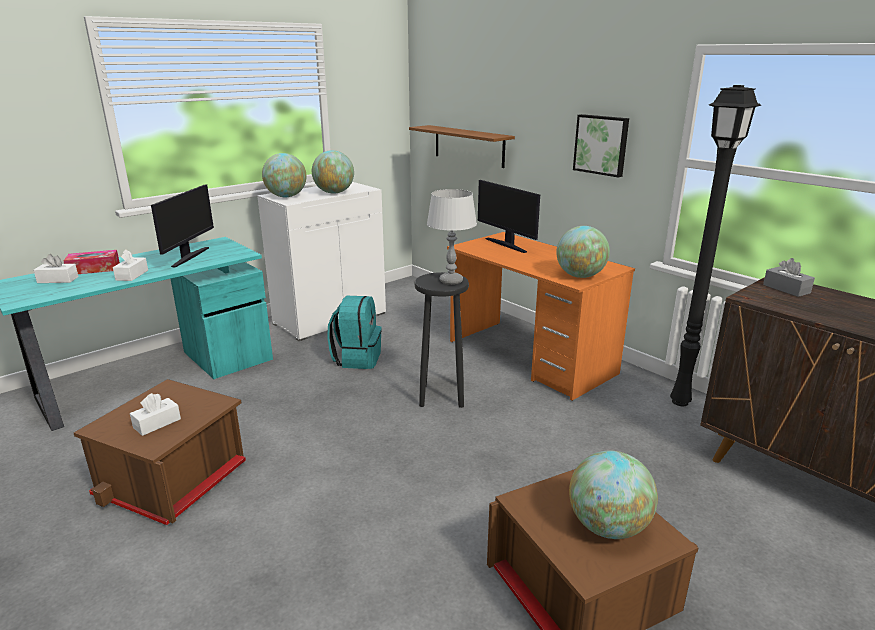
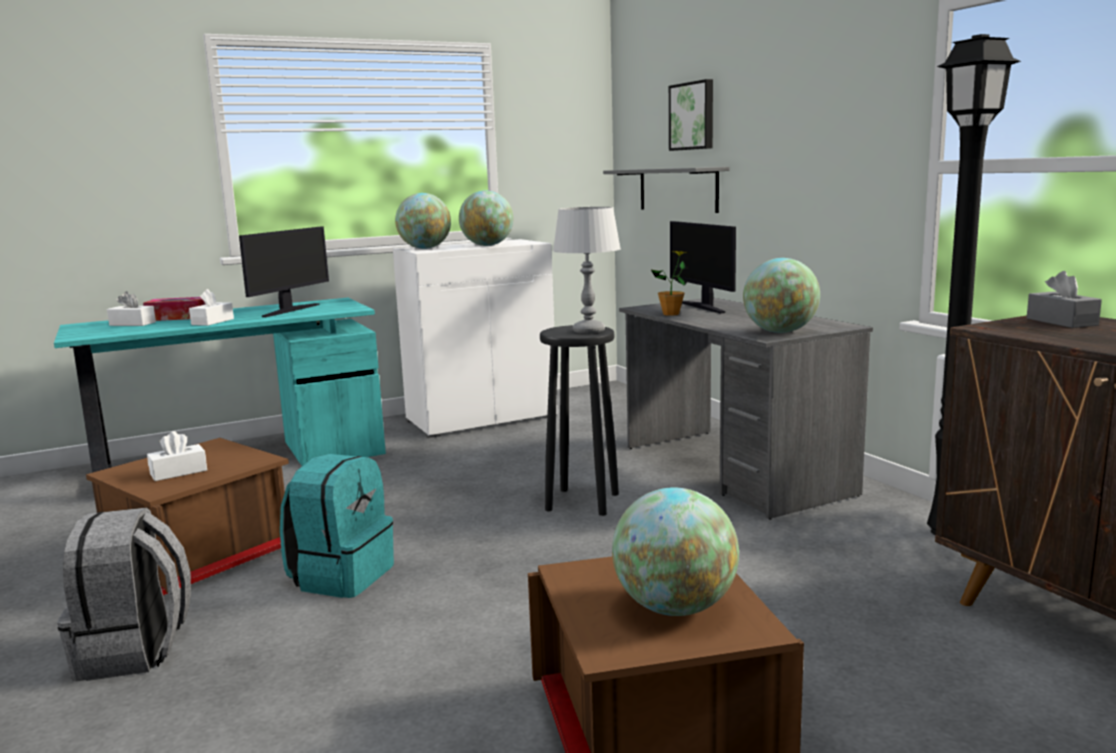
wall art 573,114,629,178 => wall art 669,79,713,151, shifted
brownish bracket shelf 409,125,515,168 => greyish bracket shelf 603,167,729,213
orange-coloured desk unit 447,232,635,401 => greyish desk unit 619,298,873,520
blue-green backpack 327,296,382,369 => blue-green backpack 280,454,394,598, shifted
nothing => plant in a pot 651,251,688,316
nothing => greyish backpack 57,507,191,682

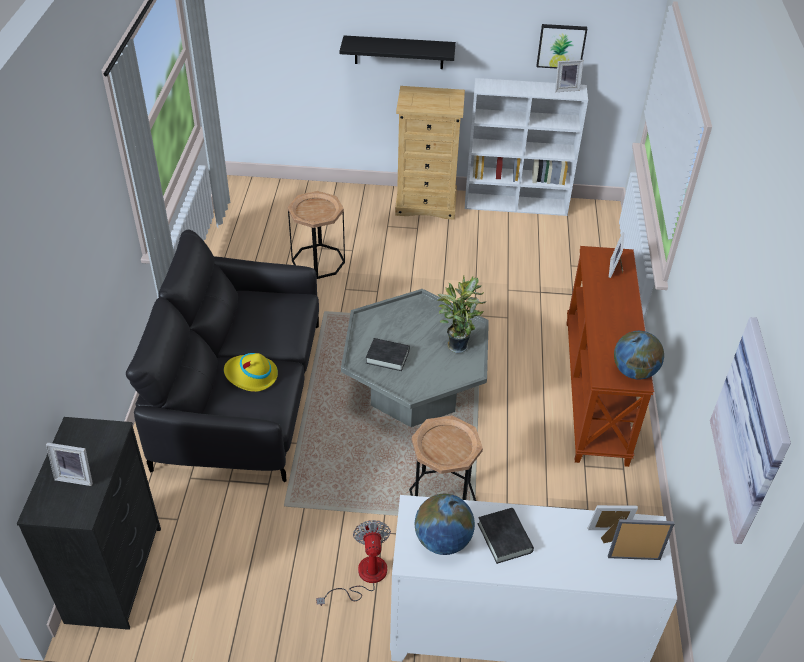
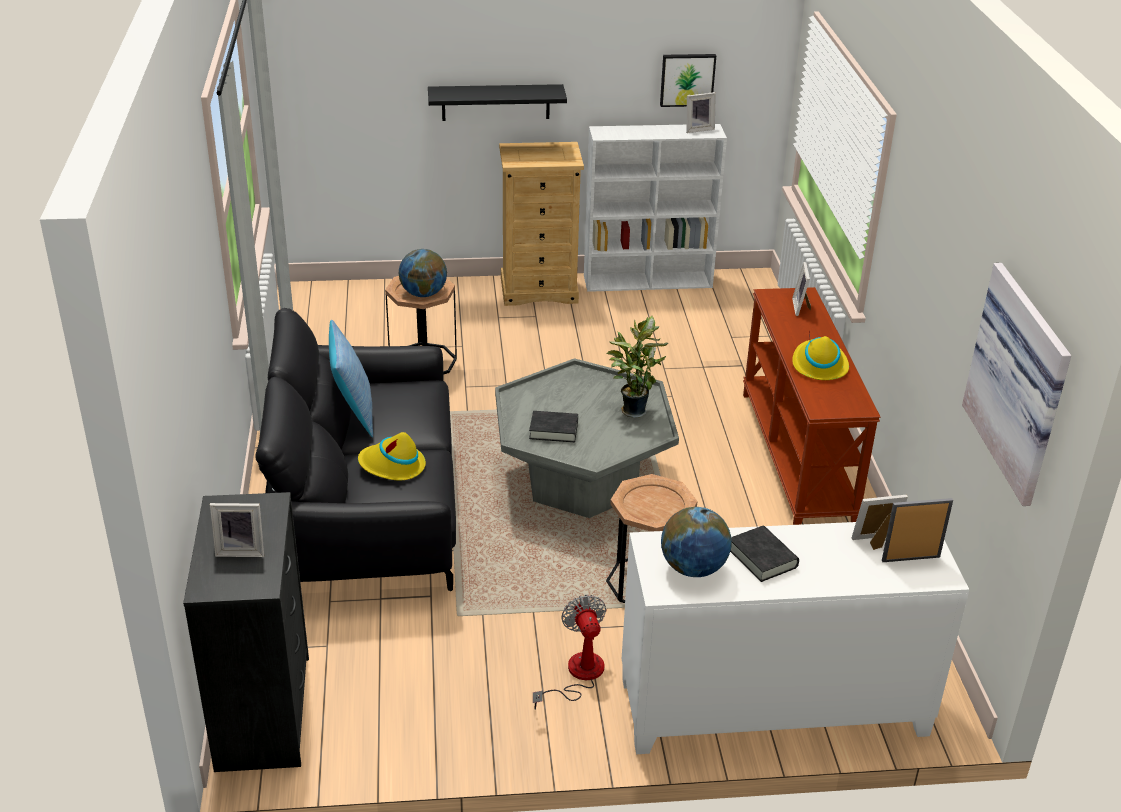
desk globe 614,331,664,380 => desk globe 399,249,447,297, shifted
nothing => cushion 329,320,373,438
nothing => yellow clothing hat 792,331,849,380

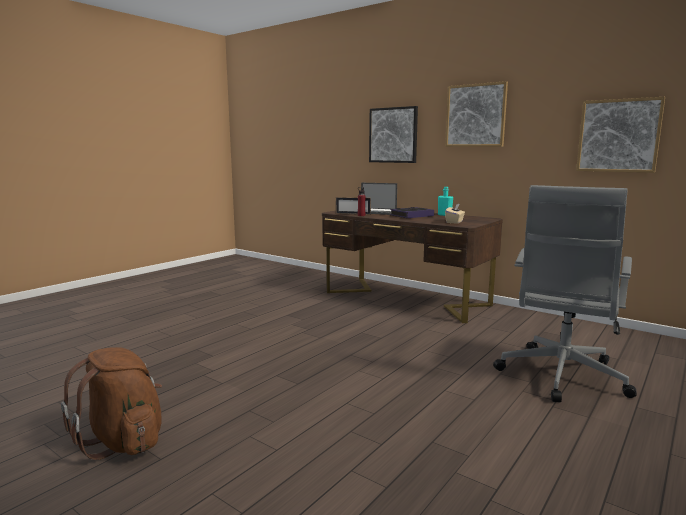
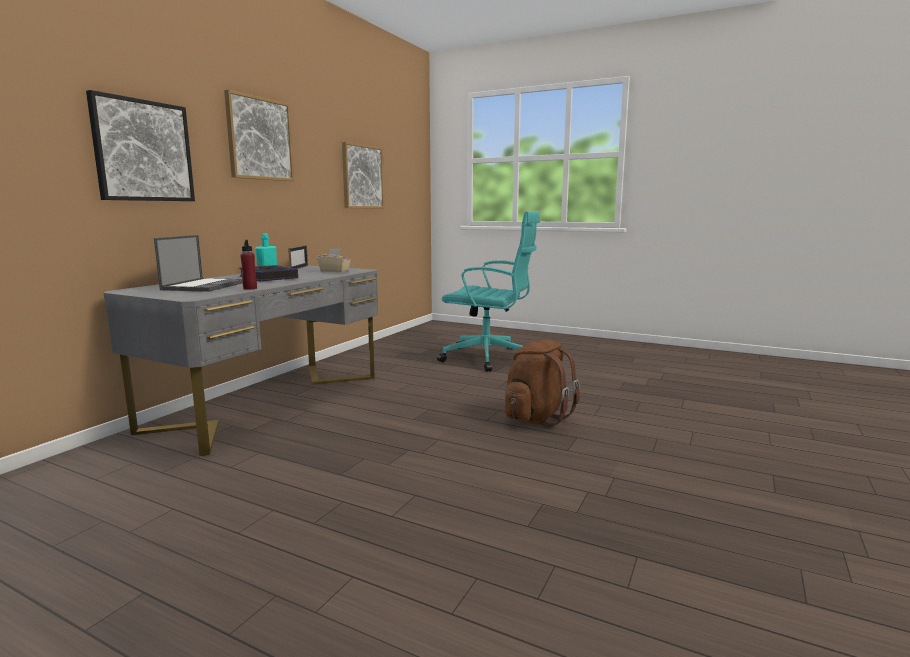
greyish desk chair 493,185,637,402 => blue-green desk chair 437,211,540,372
photo frame 336,197,371,215 => photo frame 288,245,308,269, shifted
brownish desk unit 322,211,503,323 => greyish desk unit 103,266,378,456
brownish backpack 61,347,162,460 => brownish backpack 505,340,580,427, shifted

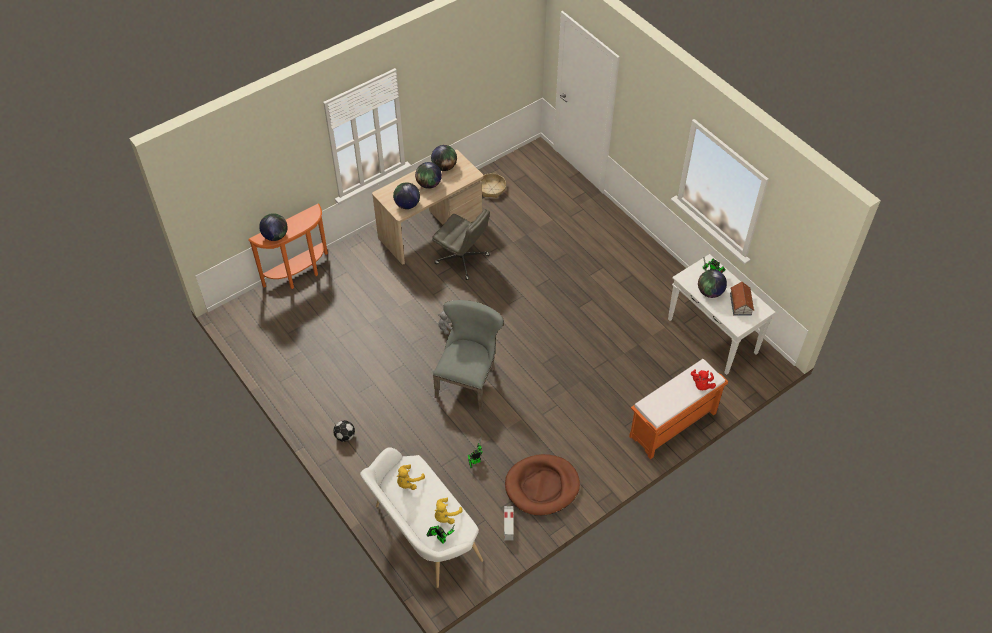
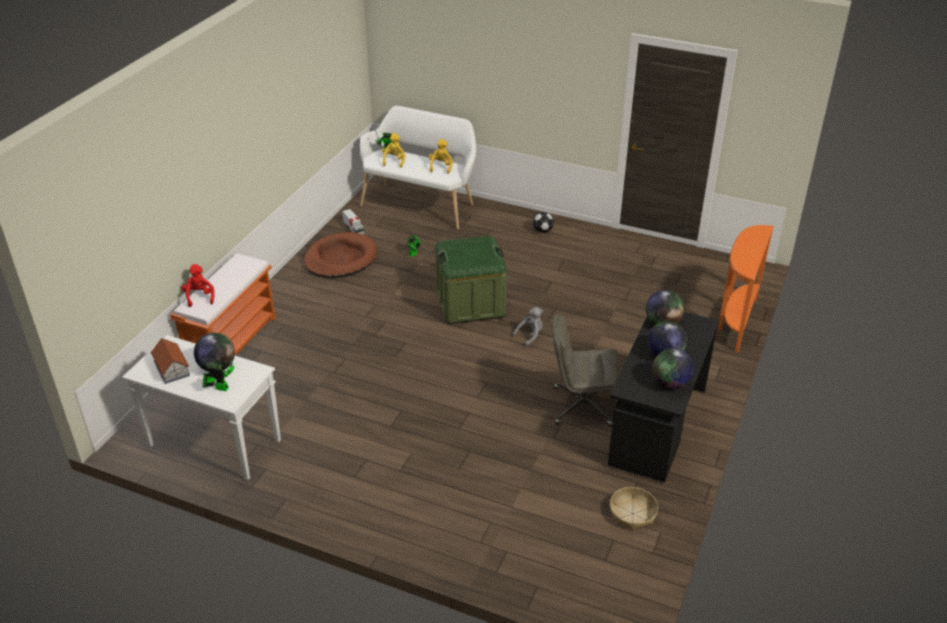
beige-coloured desk unit 372,150,483,264 => black desk unit 608,312,718,483
desk globe 259,213,288,241 => nothing
greyish plain chair 433,300,504,412 => green storage container 435,236,507,324

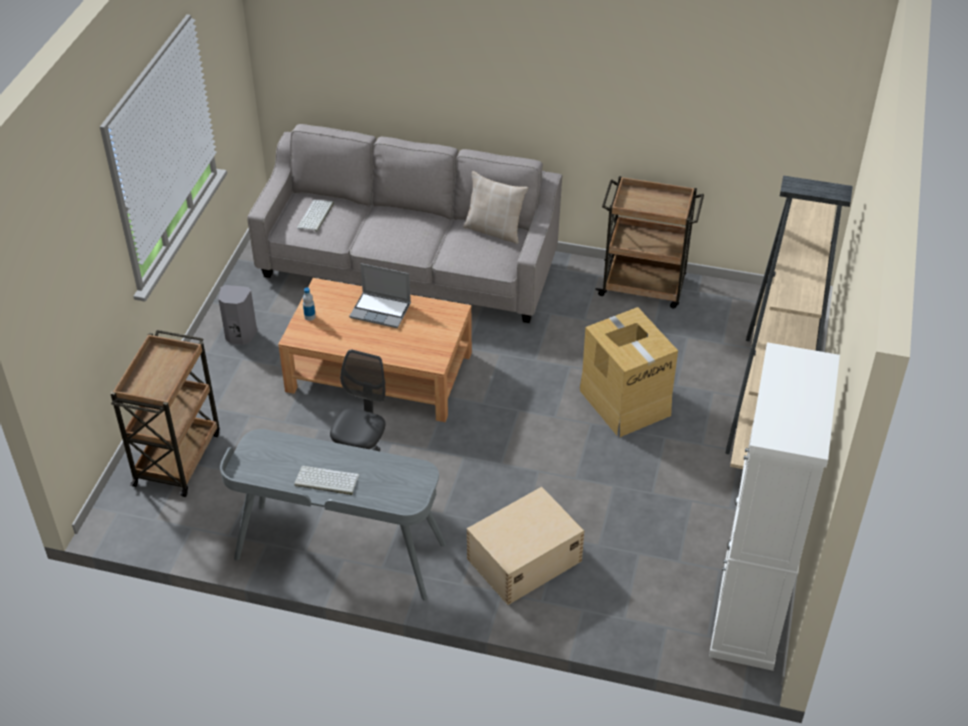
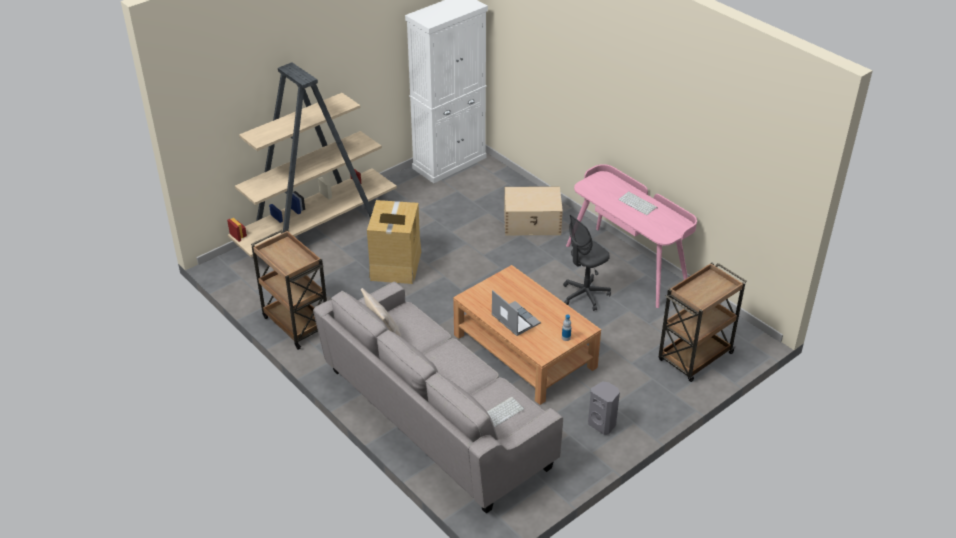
greyish desk unit 220,429,446,601 => pinkish desk unit 566,164,697,308

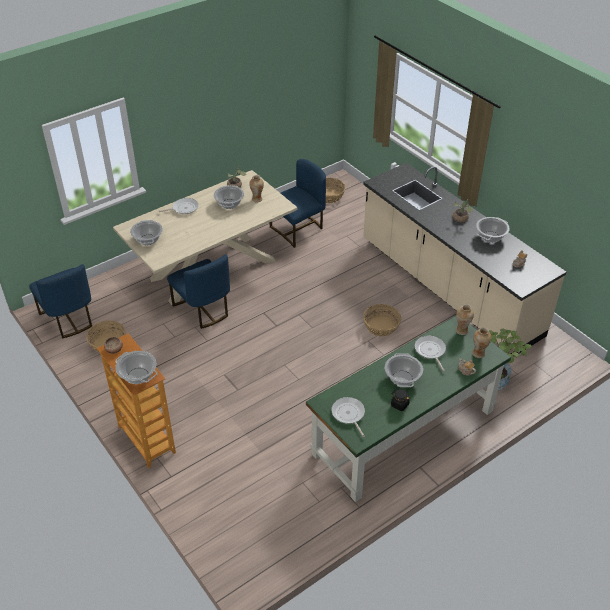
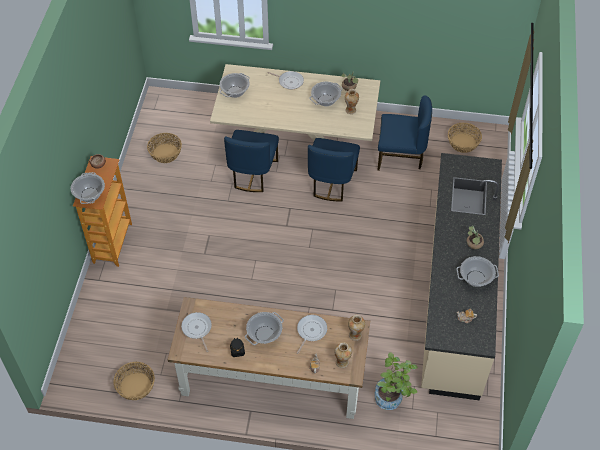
blue plain chair 29,264,92,339 => blue plain chair 308,138,360,201, shifted
storage basket 363,304,401,337 => storage basket 113,362,155,400, shifted
green desk unit 306,316,511,502 => brownish desk unit 168,297,370,419
pan 331,397,365,438 => pan 181,312,212,352, 45 degrees counterclockwise

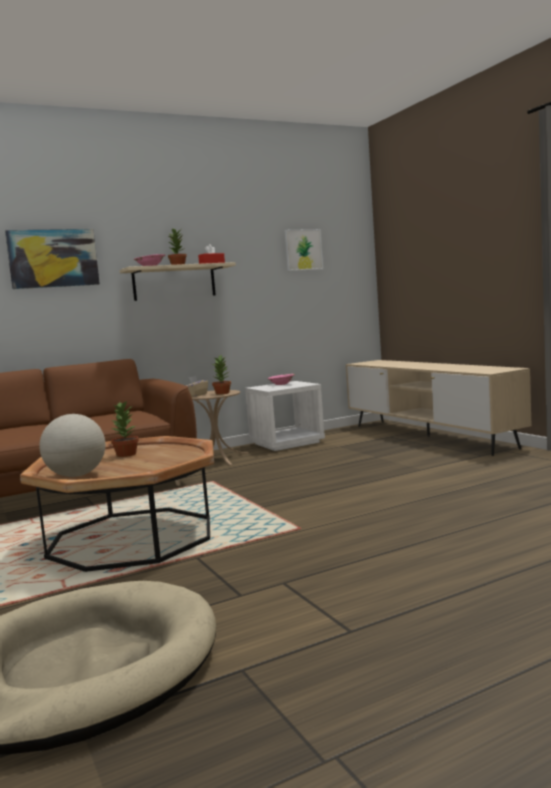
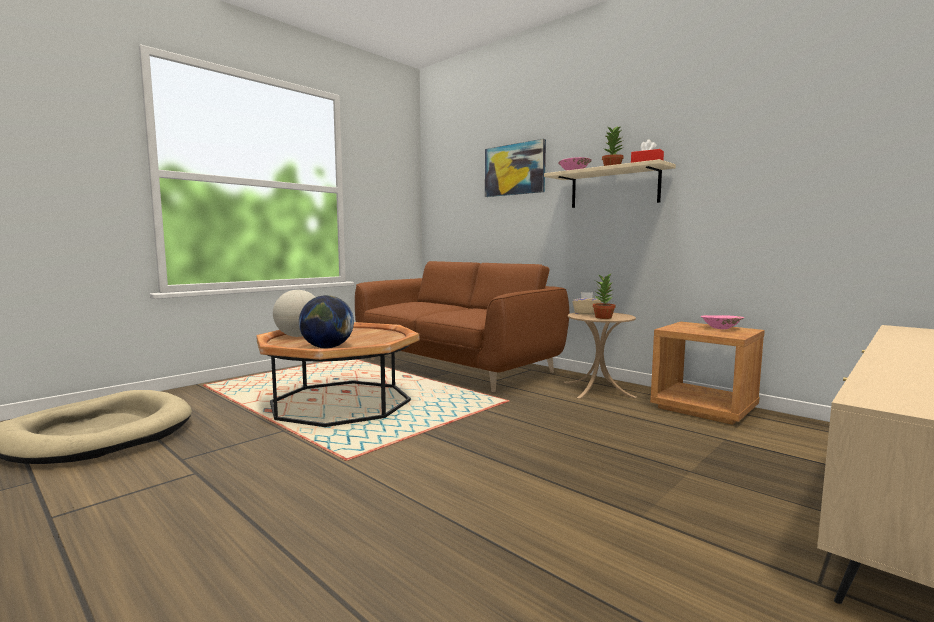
wall art 284,229,323,271 => nothing
white-coloured bedside table 245,381,325,451 => brownish bedside table 650,322,765,425
plant in a pot 111,400,139,457 => nothing
nothing => desk globe 299,295,354,348

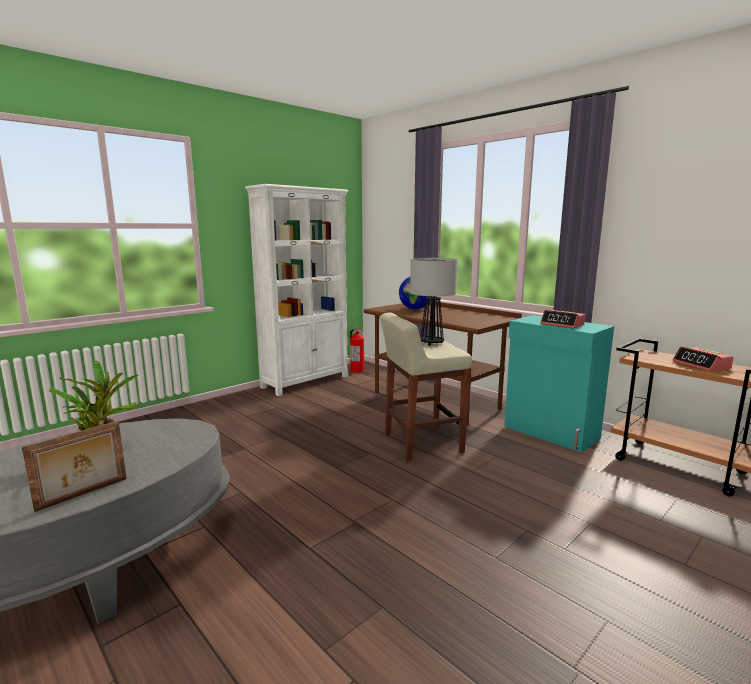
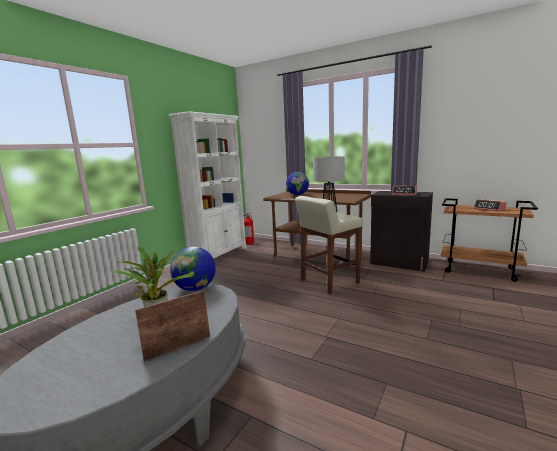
blue-green cabinet 504,315,614,452 => black cabinet 370,191,433,272
photo frame 22,421,127,512 => photo frame 135,290,210,361, 150 degrees counterclockwise
nothing => desk globe 170,247,216,291

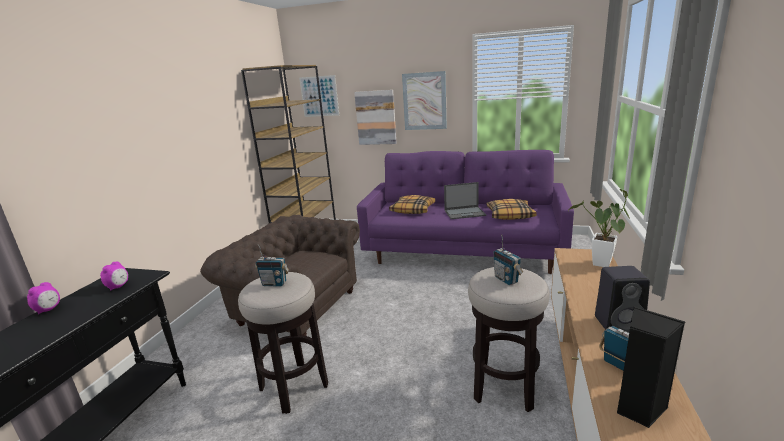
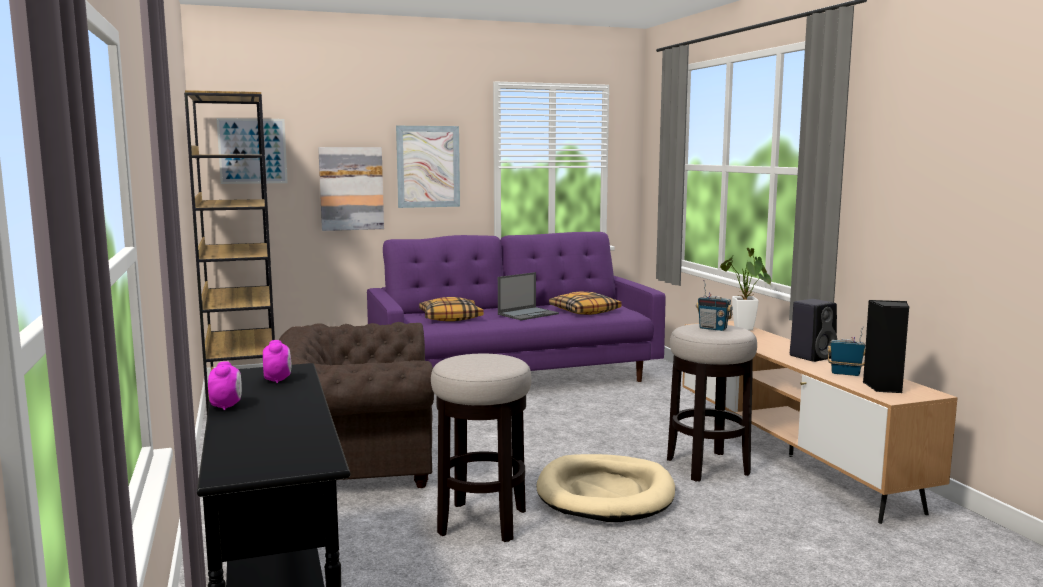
radio receiver 255,244,289,287 => nothing
nothing => beige-coloured dog cushion 537,454,675,522

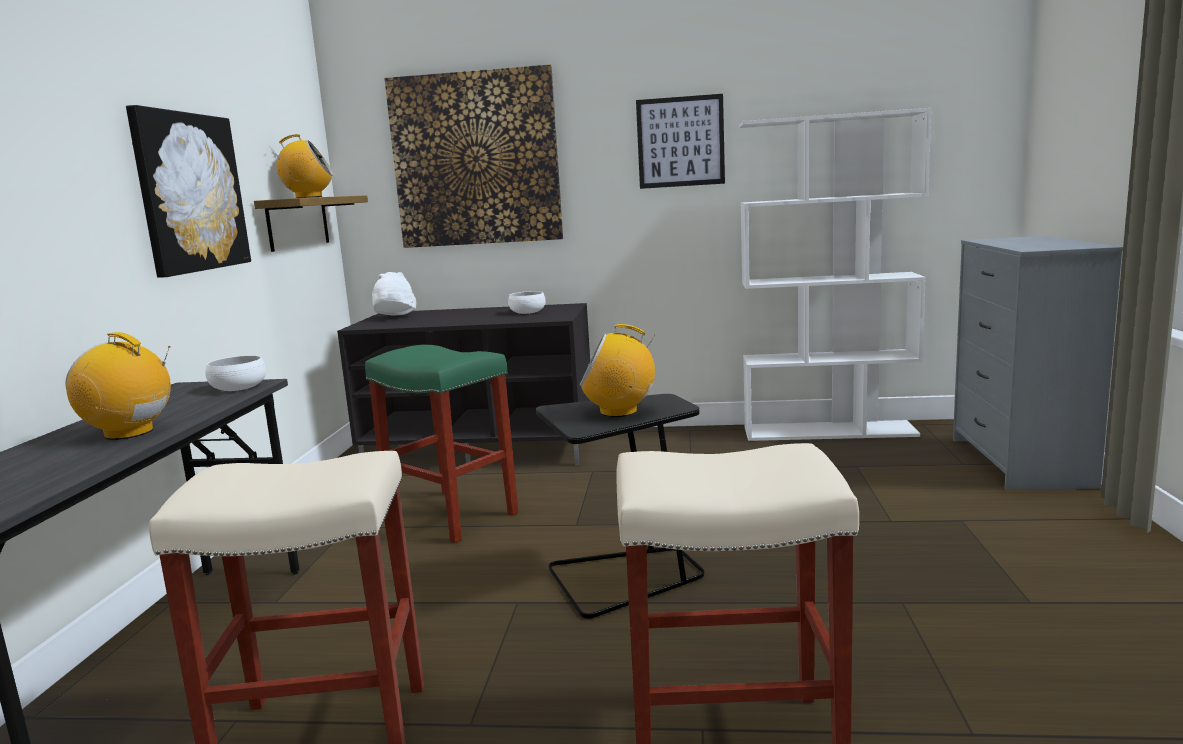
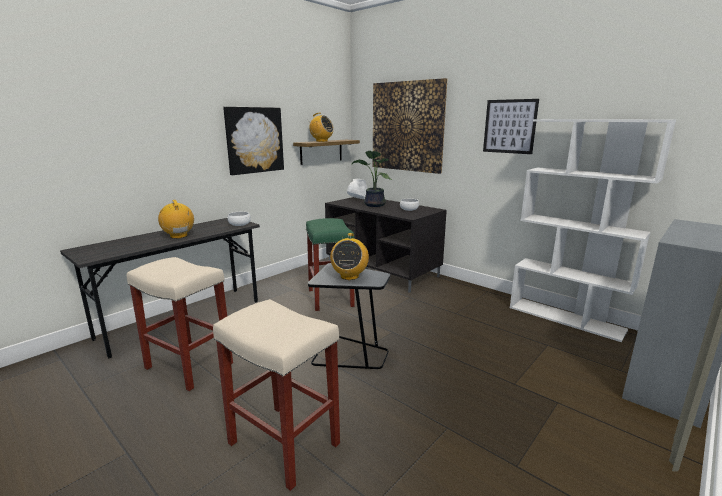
radio receiver 580,324,656,417 => radio receiver 330,233,369,280, 120 degrees counterclockwise
nothing => plant in a pot 352,151,392,207

